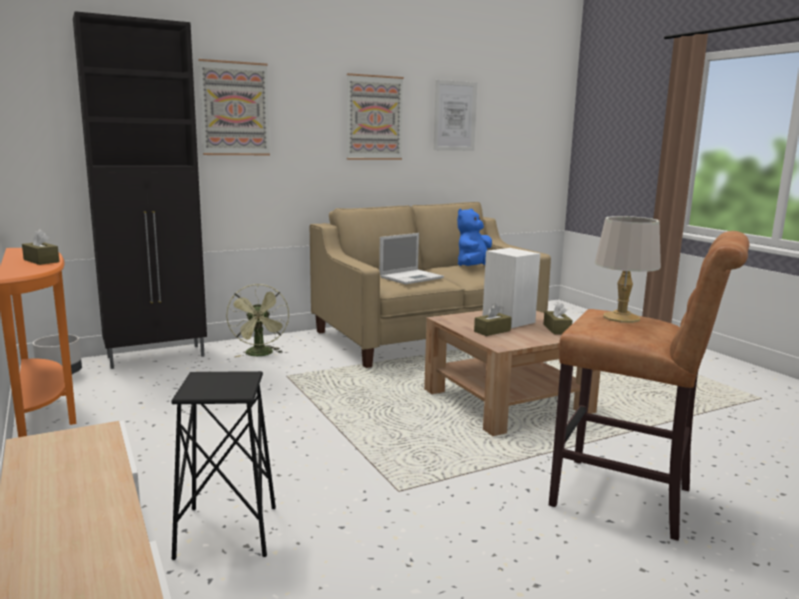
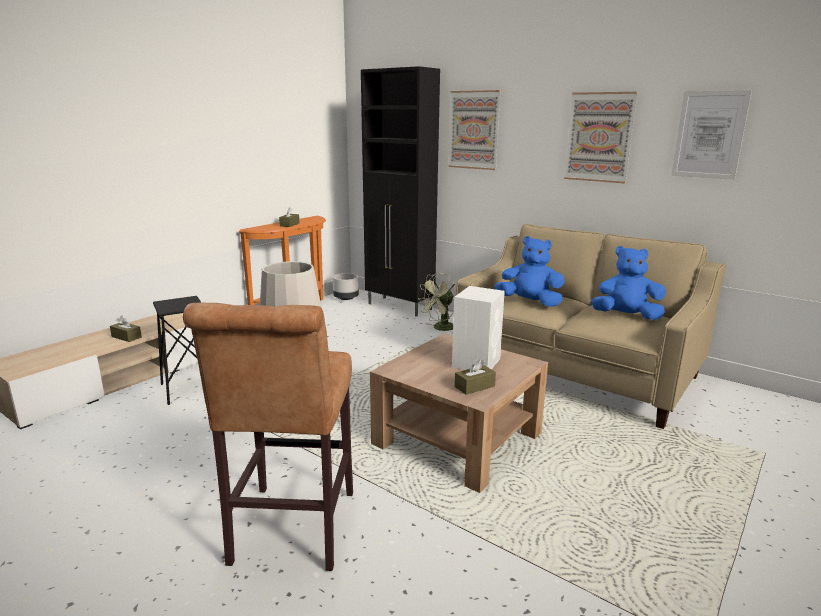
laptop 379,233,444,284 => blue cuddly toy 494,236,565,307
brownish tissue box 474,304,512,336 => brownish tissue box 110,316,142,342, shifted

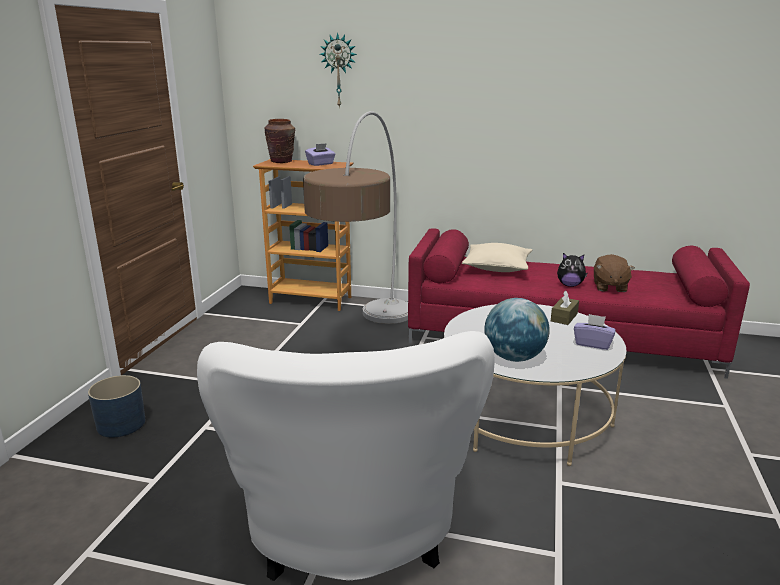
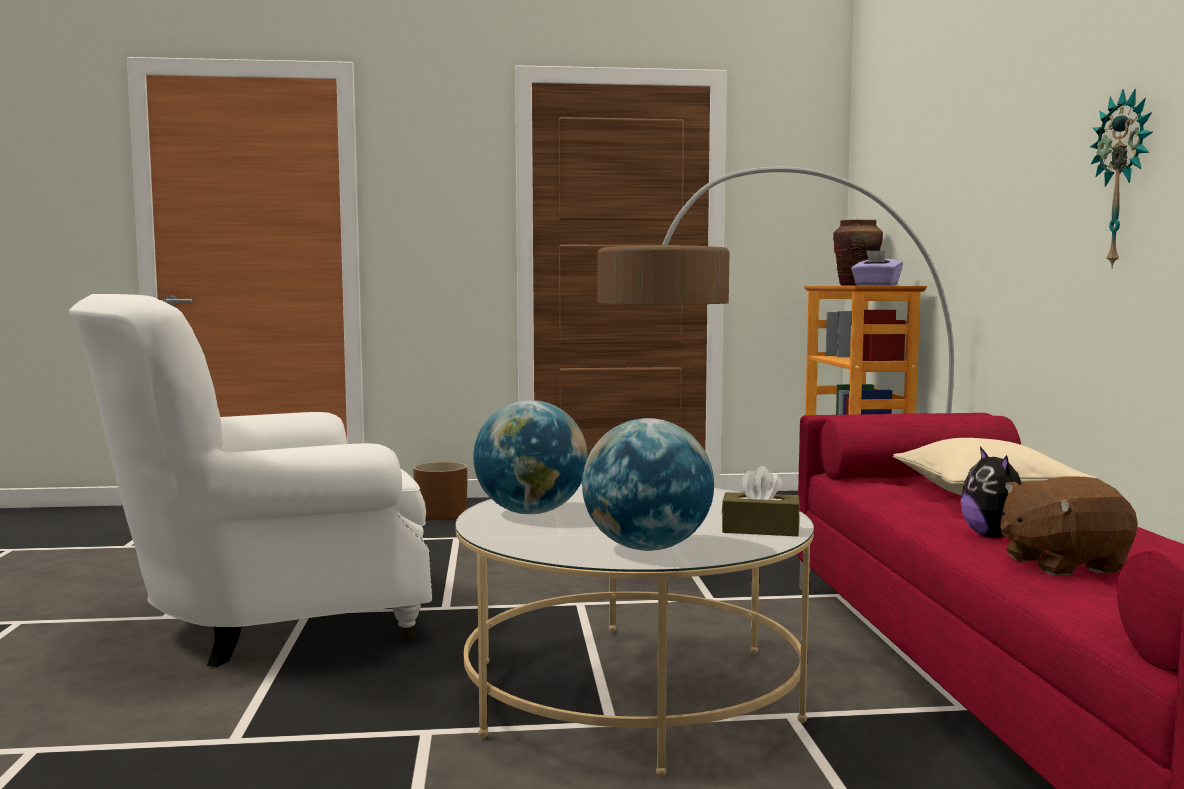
wall clock 320,32,357,108 => wall clock 1090,89,1153,269, shifted
purplish tissue box 574,314,616,350 => desk globe 582,418,714,551
blue flower pot 88,375,145,438 => brownish flower pot 413,462,467,520

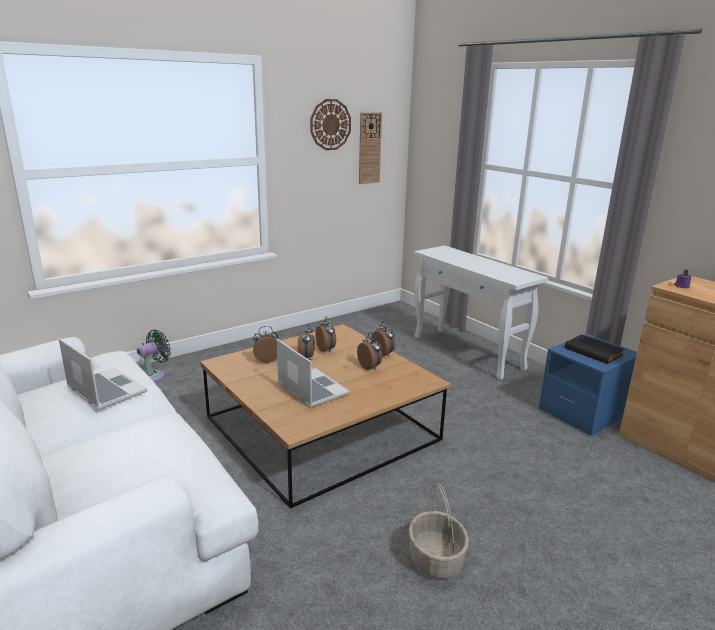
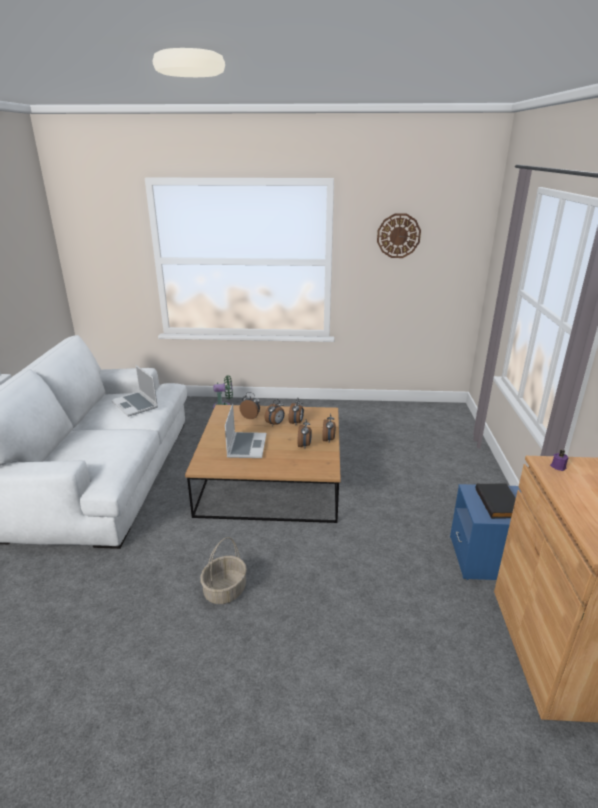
wall clock 359,112,382,184 => nothing
white-coloured hall table 414,245,548,380 => nothing
laptop 59,338,147,410 => laptop 111,365,158,417, 150 degrees clockwise

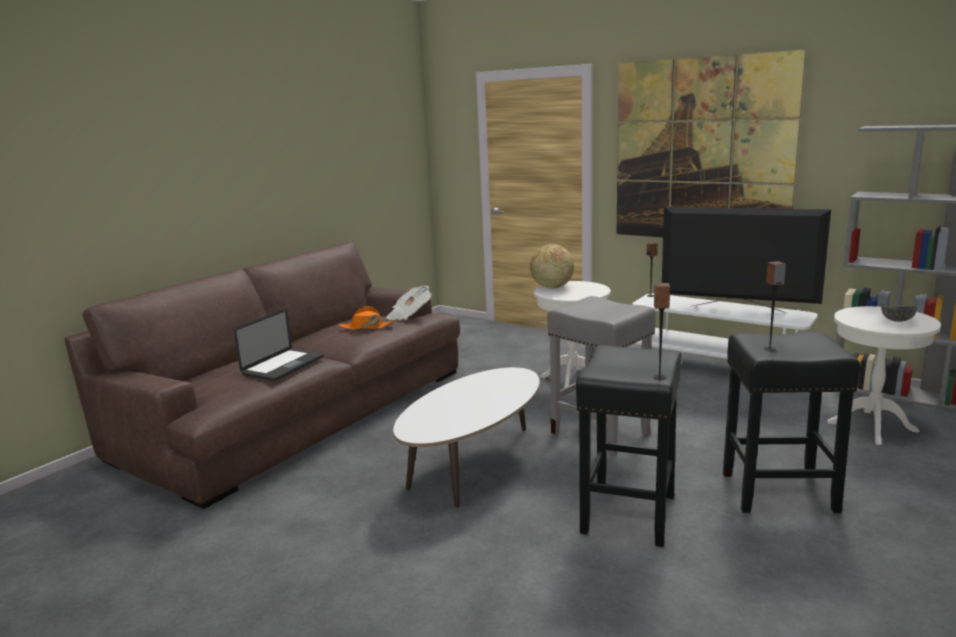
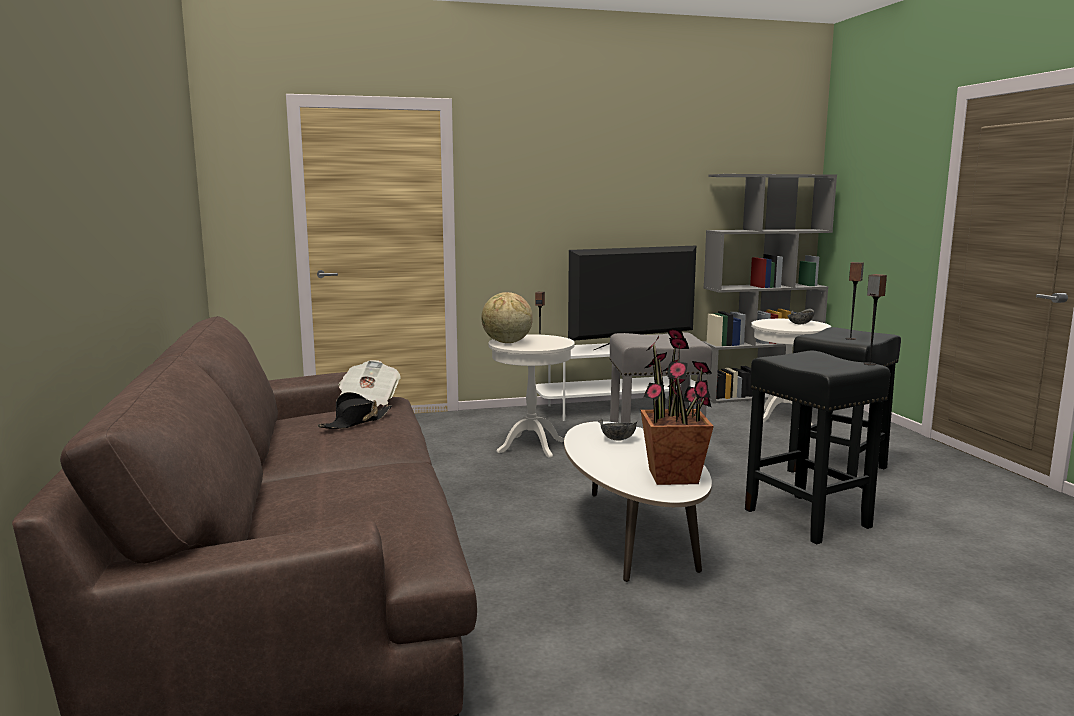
wall art 617,50,806,237 => nothing
orange-coloured clothing hat 338,306,395,330 => black clothing hat 318,392,392,429
laptop 234,309,324,381 => nothing
nothing => plant in a pot 641,329,714,485
nothing => greyish bowl 598,419,638,441

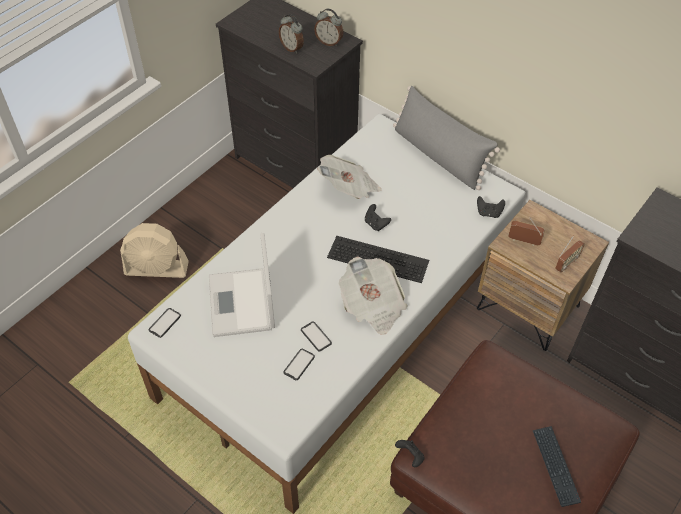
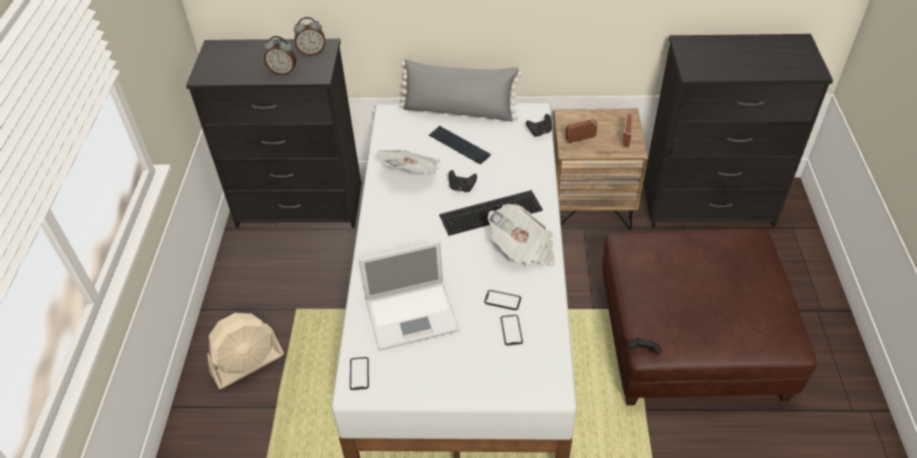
laptop 209,233,275,337 => laptop 359,241,459,351, 60 degrees counterclockwise
computer keyboard 532,426,581,507 => computer keyboard 429,126,491,164, shifted

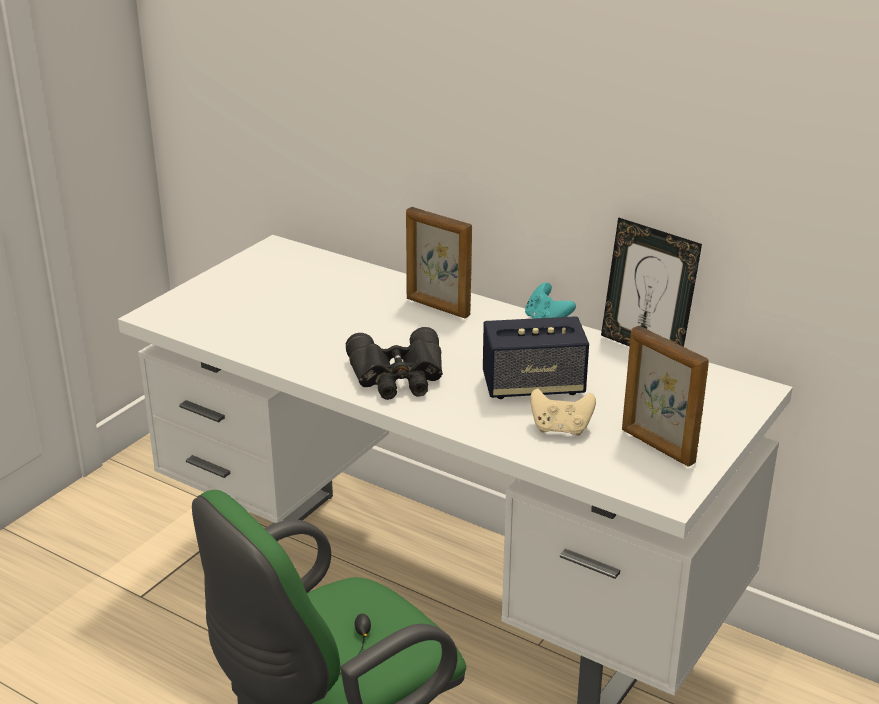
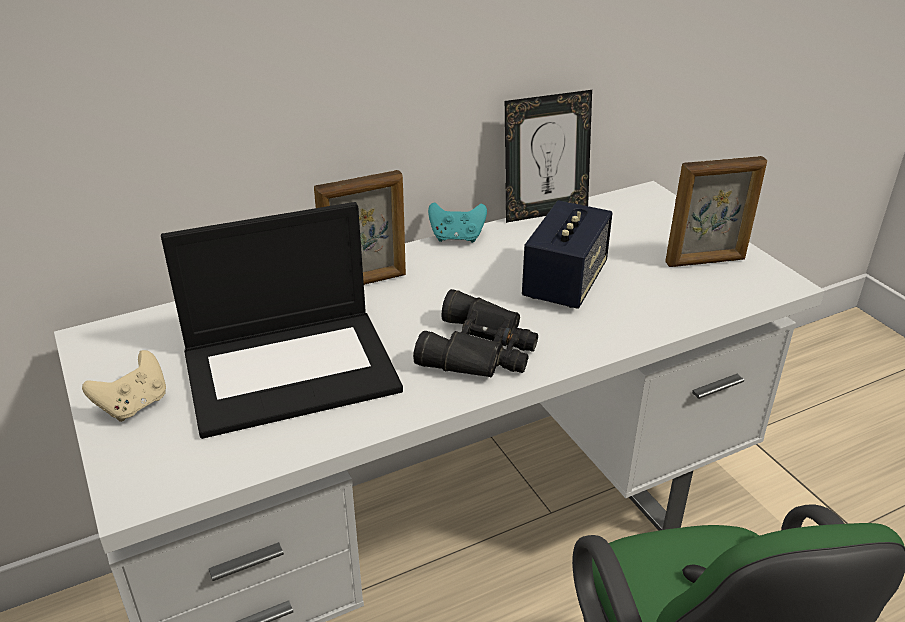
beige-coloured game controller 530,388,596,436 => beige-coloured game controller 82,350,166,422, shifted
nothing => laptop 161,202,403,439

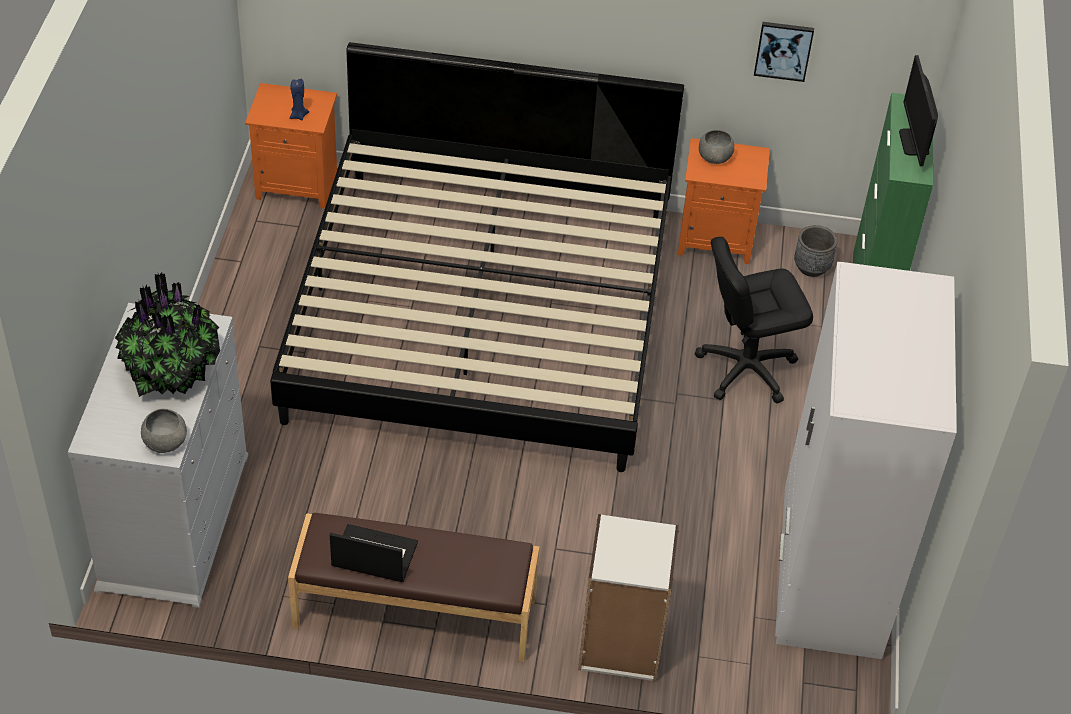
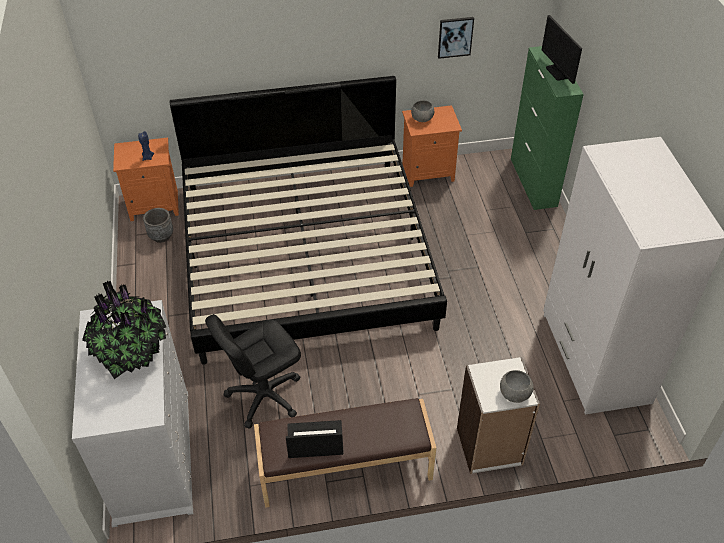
greyish flower pot 794,225,837,277 => greyish flower pot 143,208,173,243, shifted
black desk chair 695,237,813,403 => black desk chair 205,314,301,429, shifted
greyish bowl 141,409,187,453 => greyish bowl 500,370,534,403, shifted

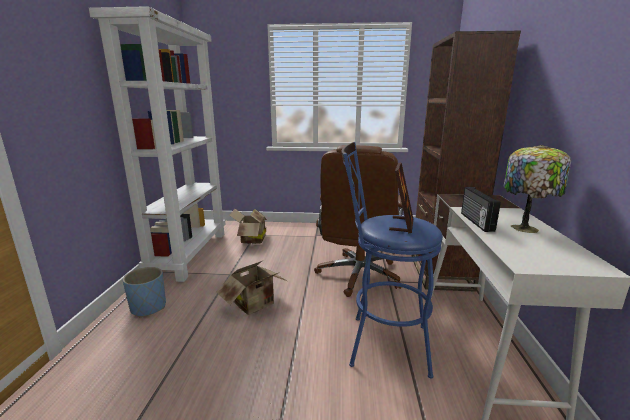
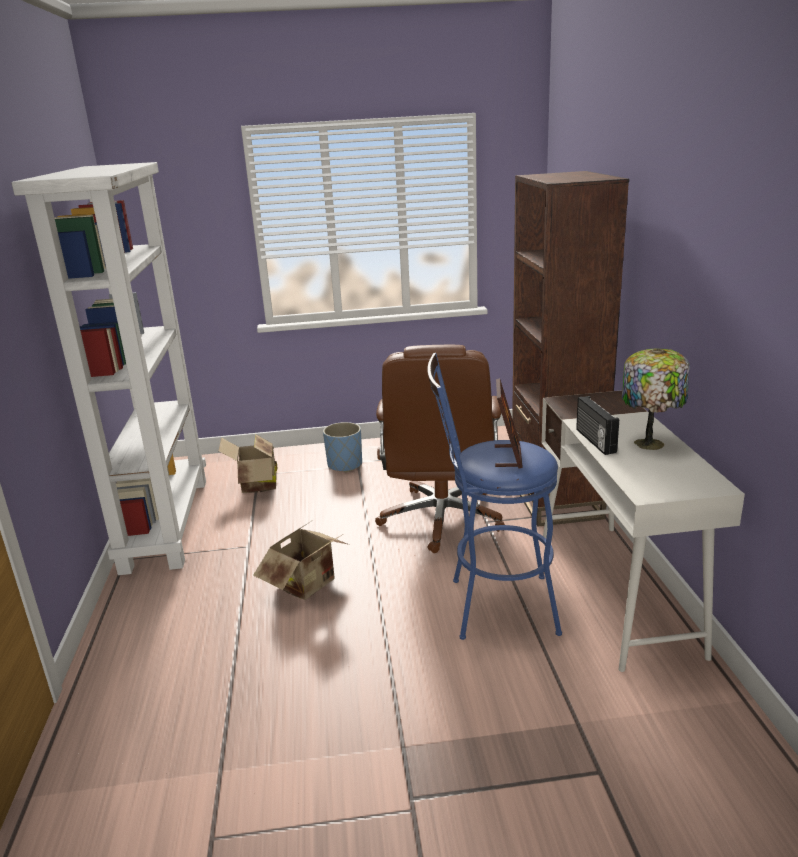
blue flower pot 123,267,166,317 => blue flower pot 323,422,362,473, shifted

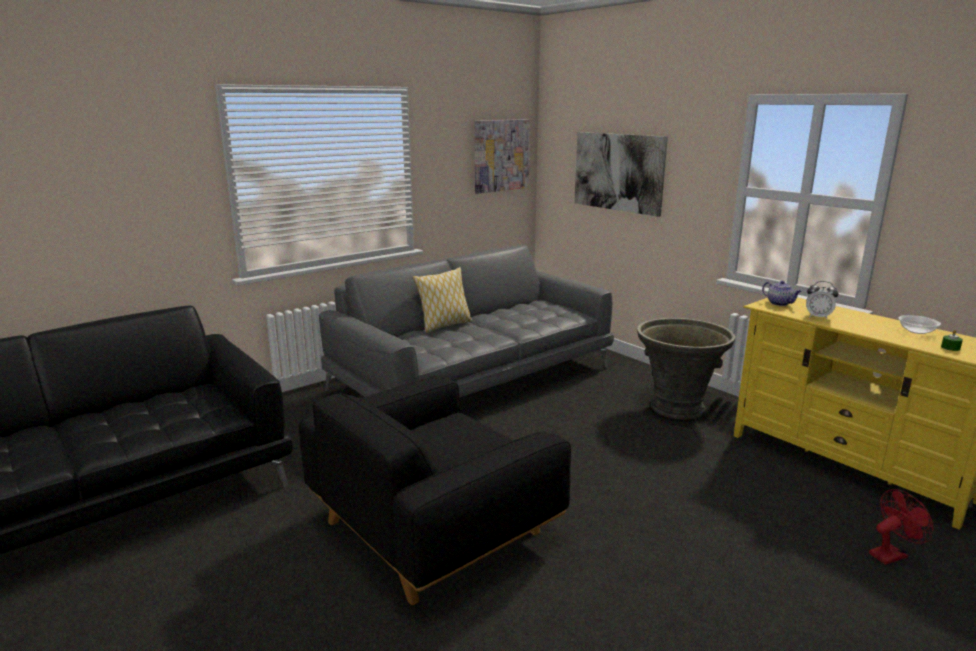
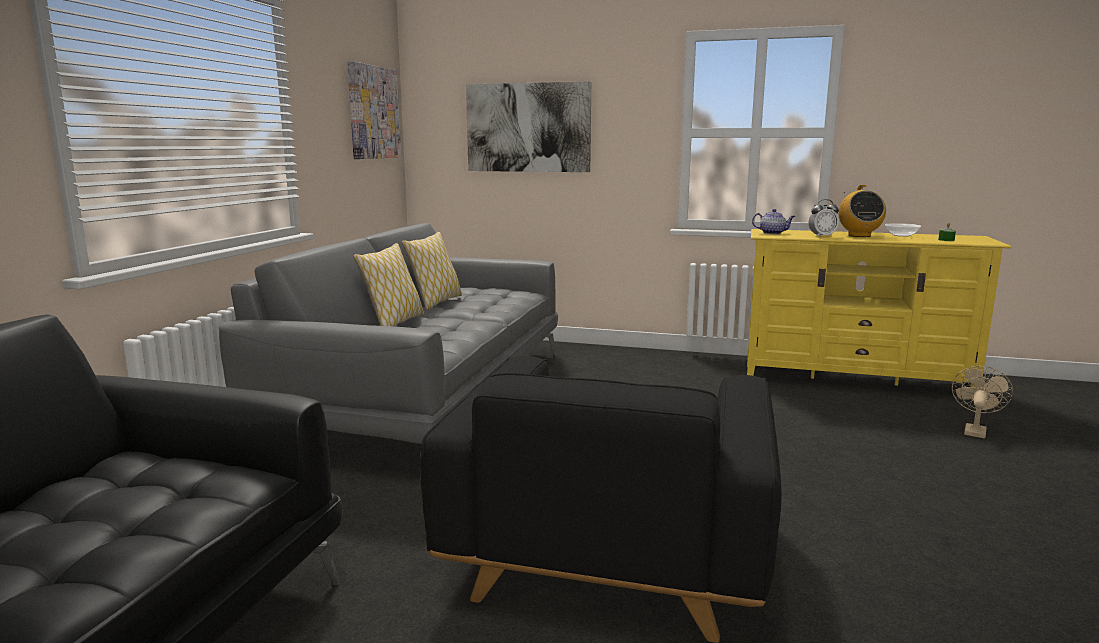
greyish flower pot 637,318,736,420 => nothing
red-coloured fan 869,489,934,565 => beige-coloured fan 952,366,1013,438
nothing => radio receiver 838,185,886,237
nothing => cushion 402,232,462,310

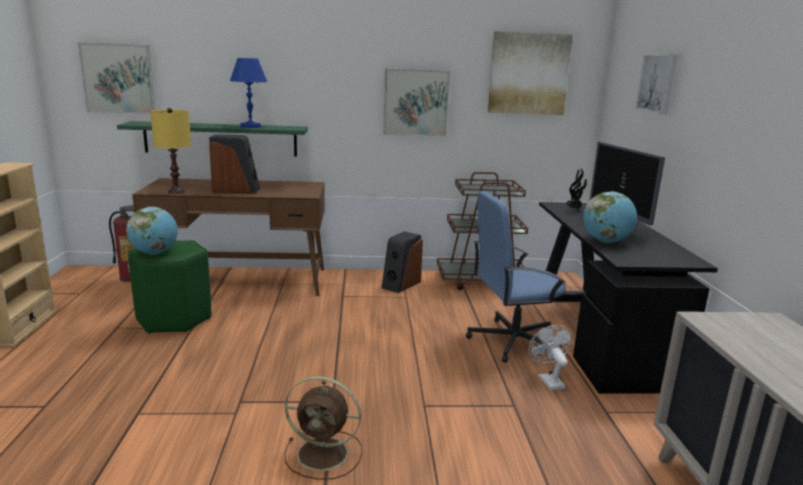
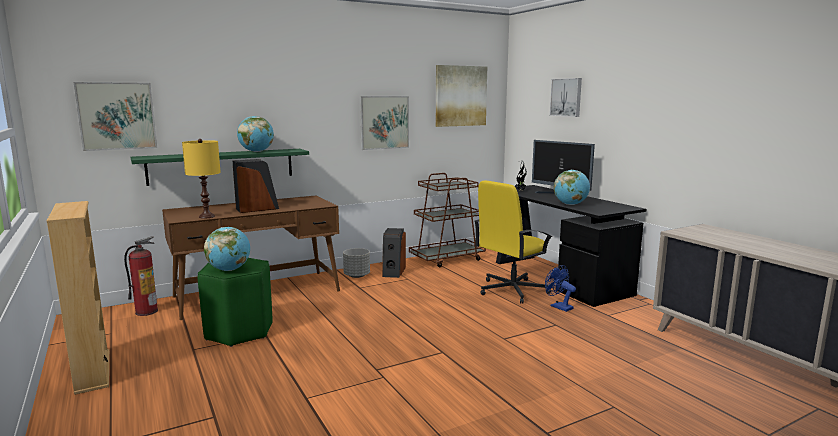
blue tabletop lamp 230,58,267,128 => desk globe 237,116,274,152
blue desk chair 466,191,566,363 => yellow desk chair 475,180,552,304
white-coloured fan 528,325,573,390 => blue fan 545,265,576,312
brownish fan 285,376,362,480 => nothing
nothing => greyish flower pot 343,248,370,278

